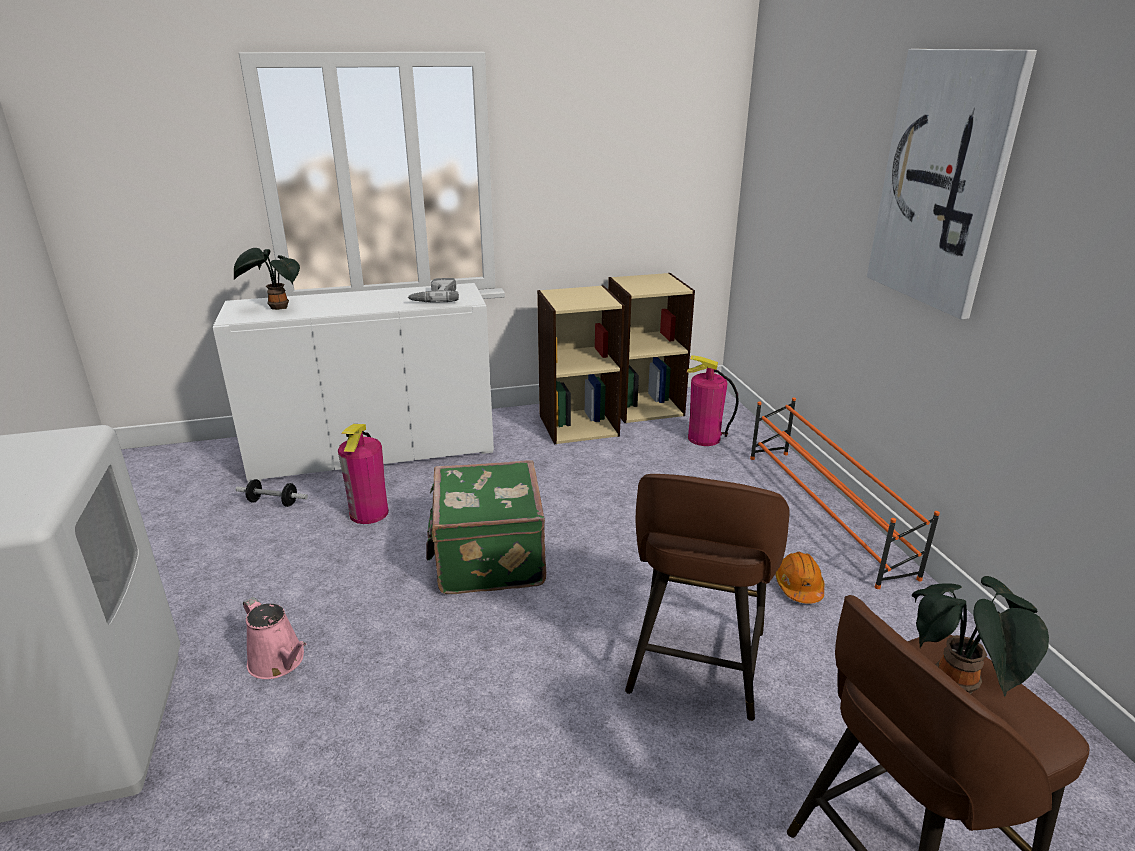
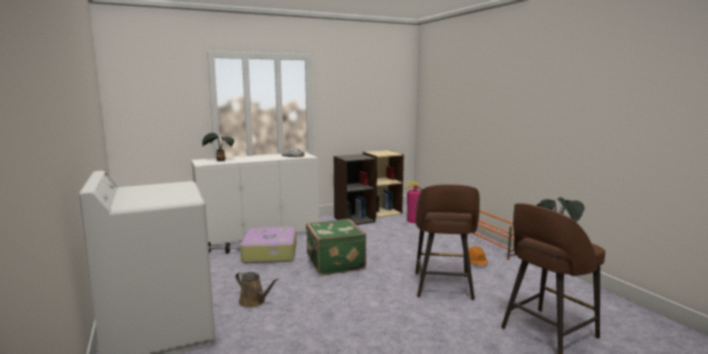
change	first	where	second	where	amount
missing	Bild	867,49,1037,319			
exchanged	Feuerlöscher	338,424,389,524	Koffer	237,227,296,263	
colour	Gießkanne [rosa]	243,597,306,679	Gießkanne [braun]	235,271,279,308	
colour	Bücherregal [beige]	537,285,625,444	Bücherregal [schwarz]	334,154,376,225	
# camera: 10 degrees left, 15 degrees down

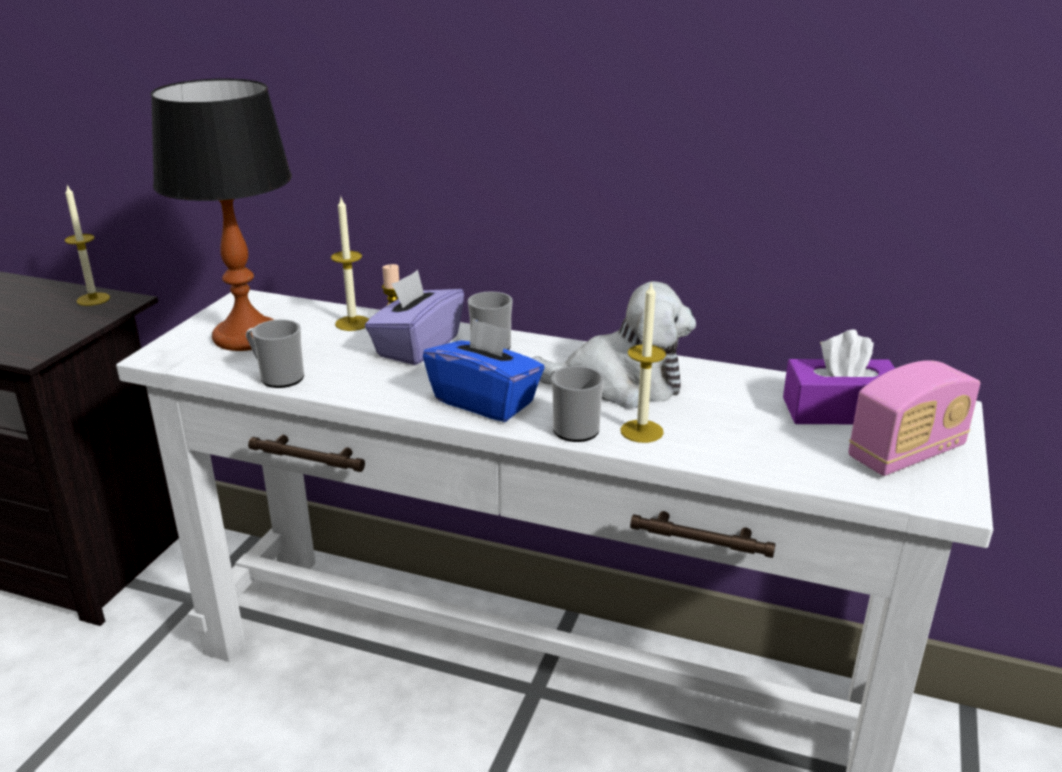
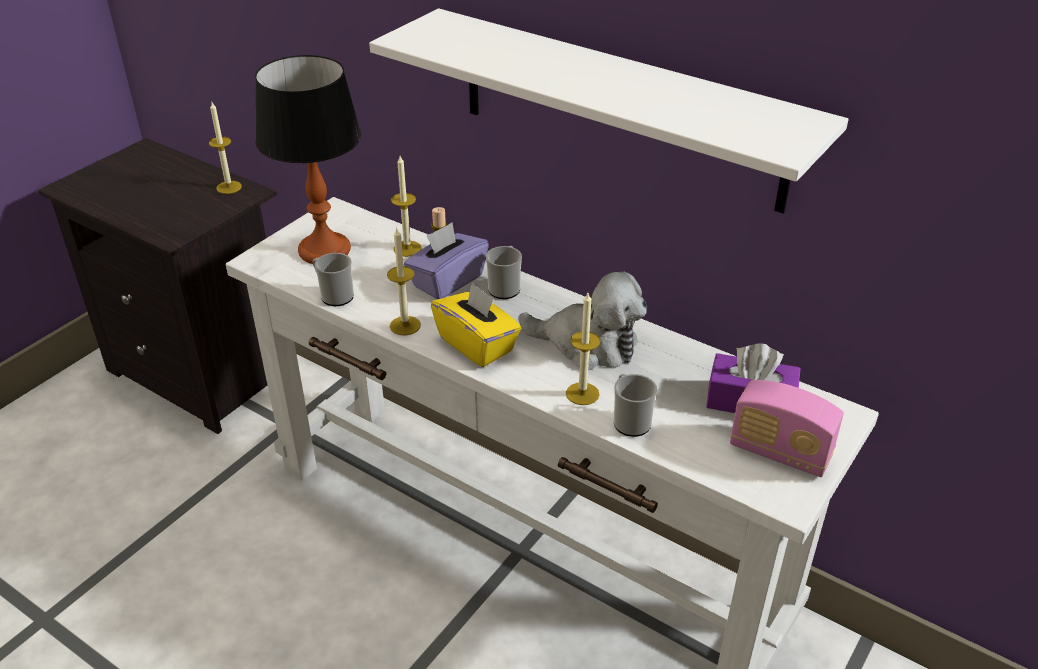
change	first	where	second	where	amount
appeared			Wandregal [weiß]	369,8,849,213	
appeared			Kerze	387,228,421,335	
relocated	Henkelbecher	551,366,604,442		614,374,657,437	
colour	Taschentuchbox [blau]	423,318,545,422	Taschentuchbox [gelb]	431,282,521,367	
spun	Radio	848,360,980,476		730,380,844,477	45 degrees clockwise
# camera: 15 degrees right, 10 degrees up

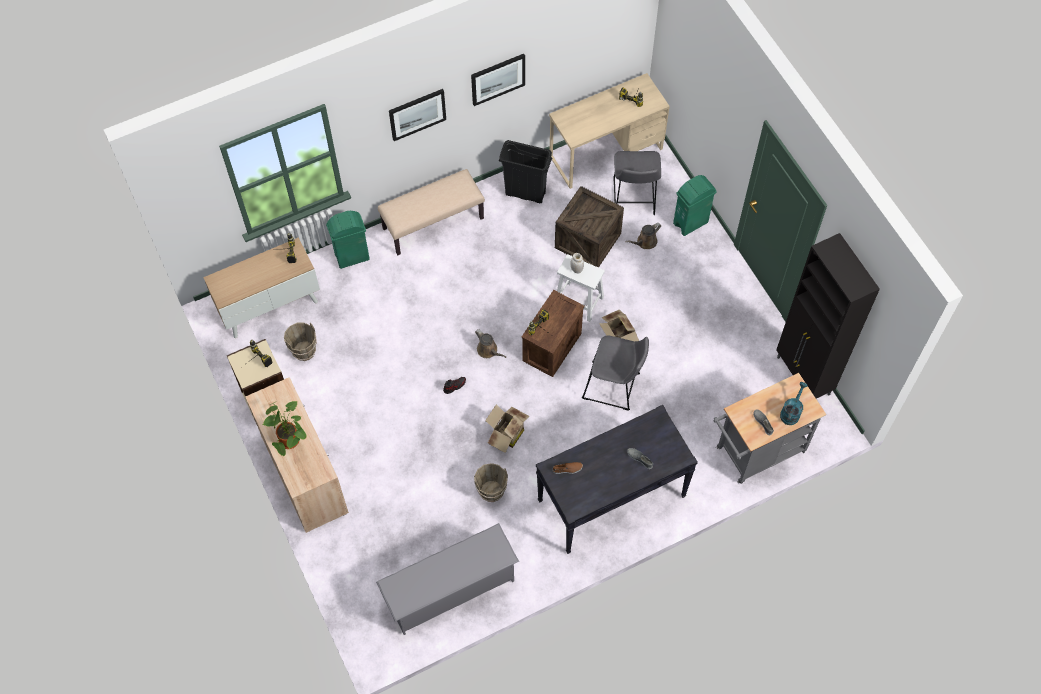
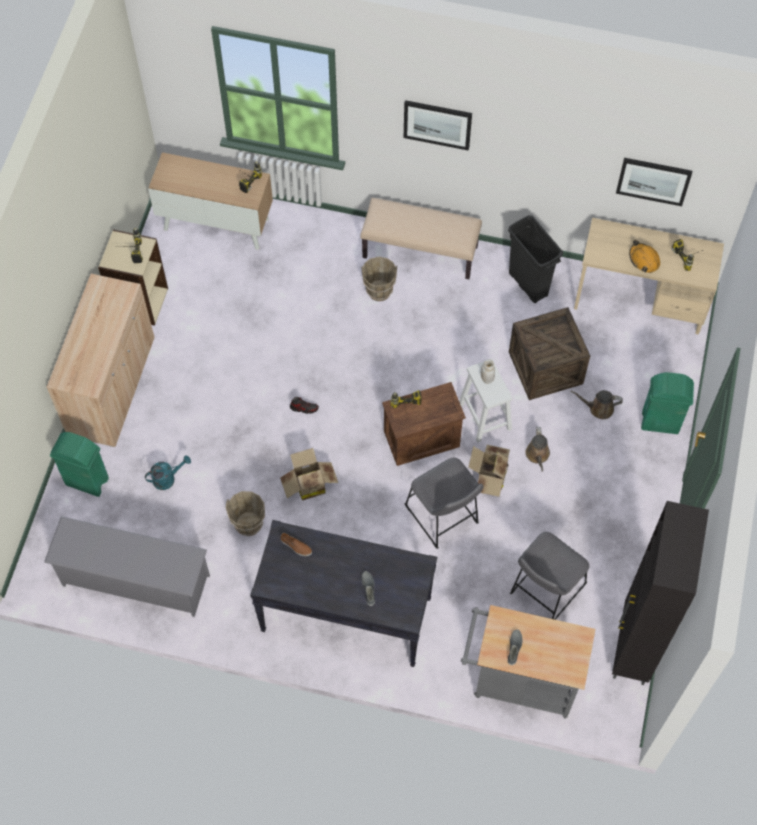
change	first	where	second	where	amount
missing	Topfpflanze	262,401,307,456			
appeared			Schutzhelm [orange]	629,240,660,273	
relocated	Eimer [braun]	284,323,317,361		362,257,397,301	
relocated	Mülleimer [grün]	326,211,370,269		50,432,109,497	
relocated	Bild	471,54,525,106		616,158,692,206	
relocated	Gießkanne [braun]	475,329,506,358		525,427,550,472	
relocated	Hocker [grau]	614,151,661,215		510,532,589,620	
relocated	Gießkanne [türkis]	780,382,808,425		145,455,191,490	
# camera: 40 degrees right, 0 degrees up

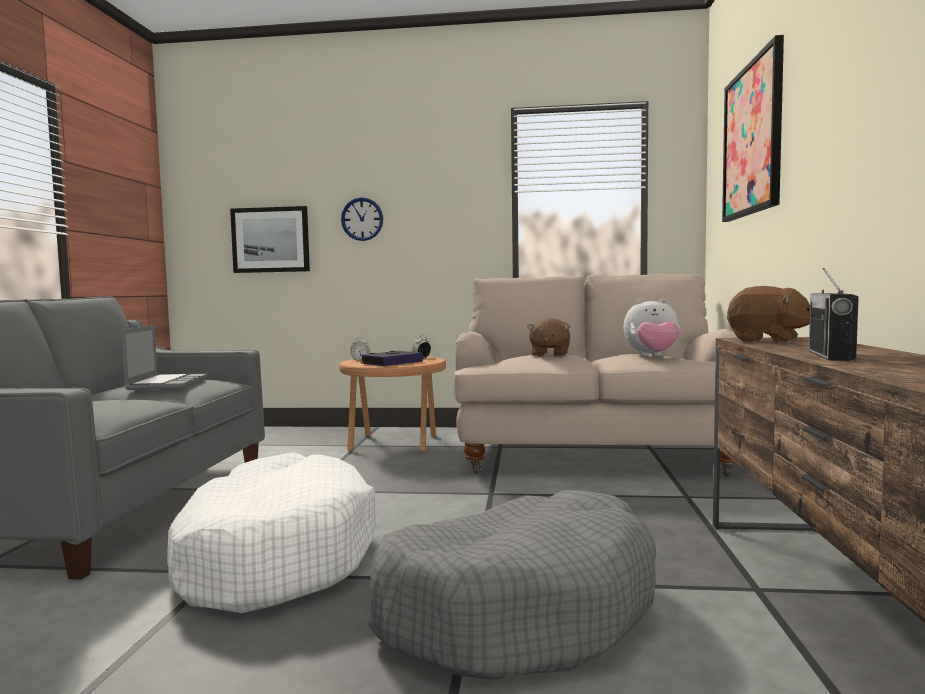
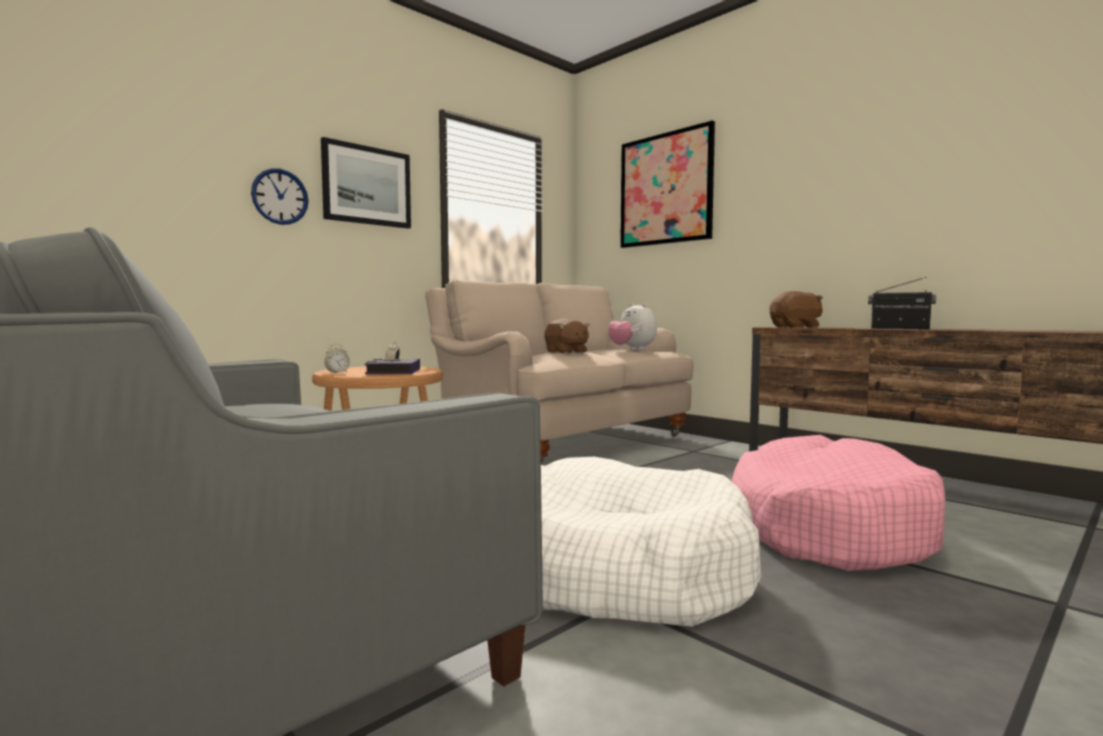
change	first	where	second	where	amount
missing	Laptop	121,325,208,390			
relocated	Bild	230,206,310,273		321,137,411,229	
colour	Hundebett [grau]	368,490,656,680	Hundebett [rosa]	732,435,946,571	
spun	Plüschtier	623,299,680,356		608,303,657,350	105 degrees clockwise
spun	Radio	809,268,859,361		868,277,936,329	150 degrees clockwise
# camera: 50 degrees left, 0 degrees up

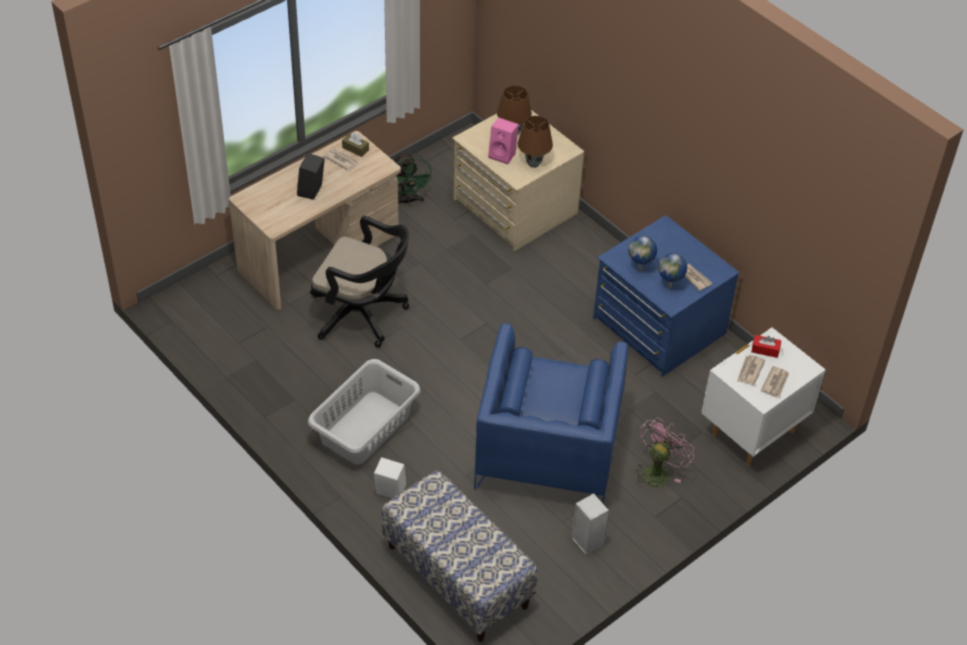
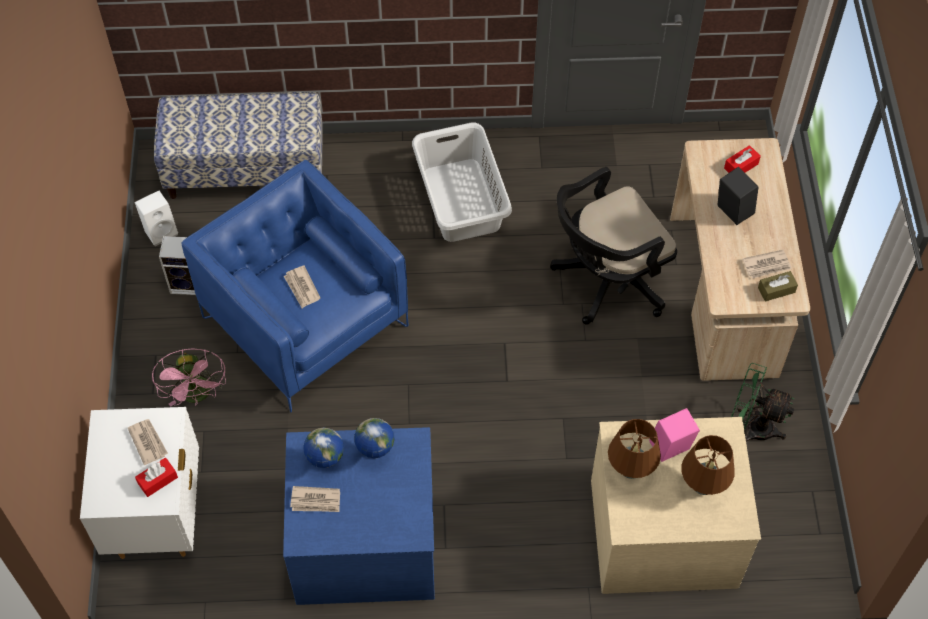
change	first	where	second	where	amount
appeared			Taschentuchbox [rot]	724,145,761,173	
relocated	Lautsprecher [weiß]	374,457,406,498		134,191,178,246	
relocated	Zeitung	760,366,789,397		284,266,320,308	
# camera: 130 degrees right, 10 degrees up

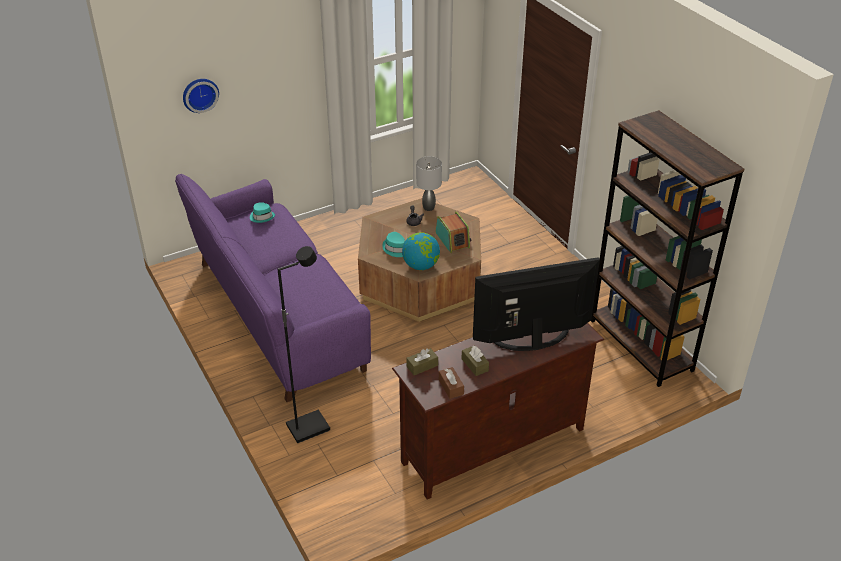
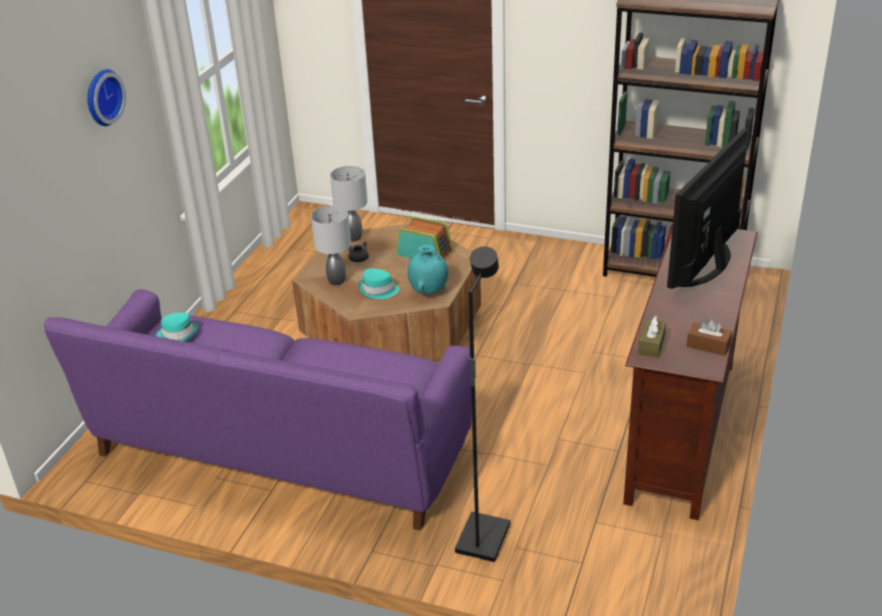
change	first	where	second	where	amount
missing	Taschentuchbox [braun]	462,345,489,376			
appeared			Tischlampe [grau]	311,205,351,285	
relocated	Wanduhr	183,79,219,113		87,69,126,126	
exchanged	Globus	402,232,440,270	Vase [türkis]	408,245,448,294	
# camera: 40 degrees left, 5 degrees down

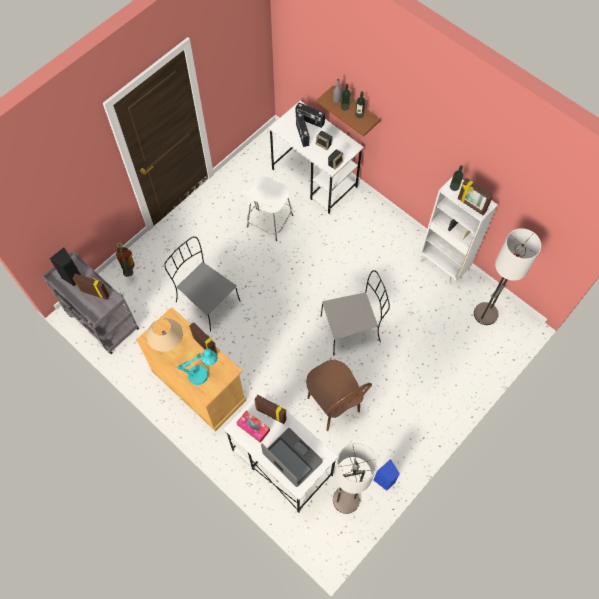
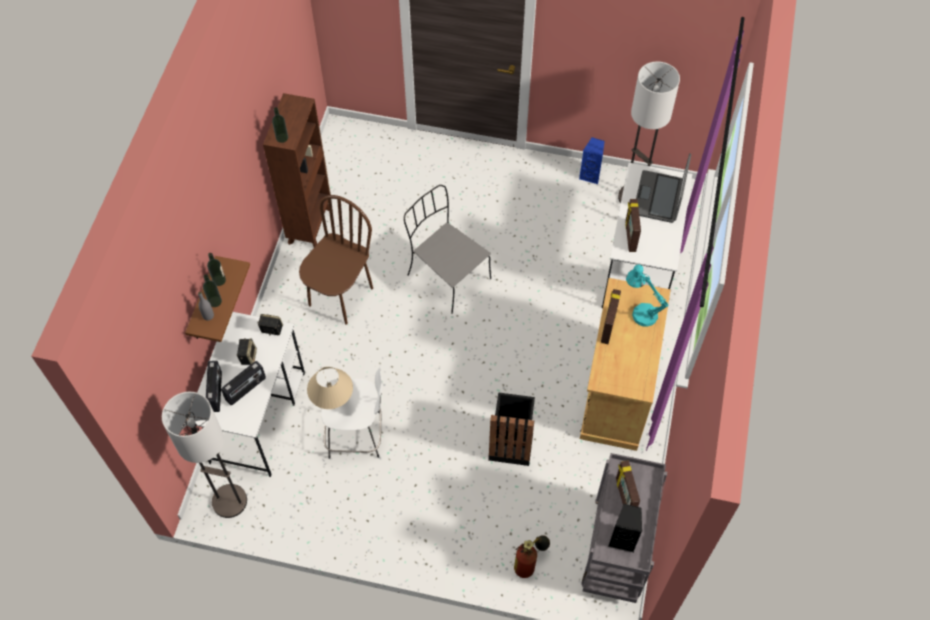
change	first	where	second	where	amount
missing	Taschentuchbox	236,410,270,443			
missing	Bilderrahmen	458,178,493,215			
relocated	Tischlampe [beige]	147,318,183,352		307,367,353,409	
relocated	Stuhl [braun]	306,360,372,431		299,195,373,325	
relocated	Stehlampe	474,228,541,325		162,392,247,518	
exchanged	Stuhl [grau]	164,237,241,332	Mülleimer [schwarz]	488,392,535,466	
colour	Bücherregal [weiß]	420,178,498,285	Bücherregal [braun]	263,93,331,247	
# camera: 120 degrees left, 5 degrees down

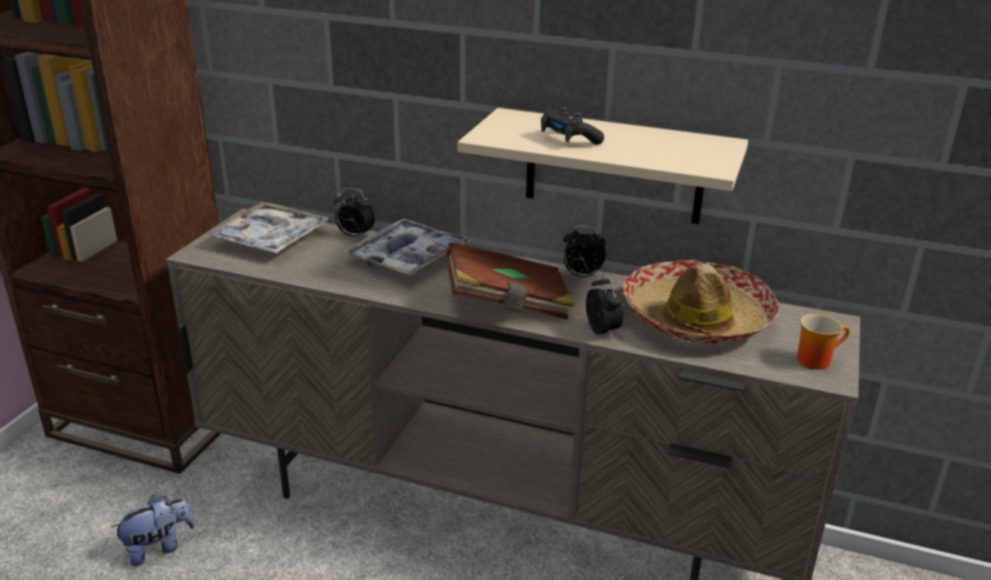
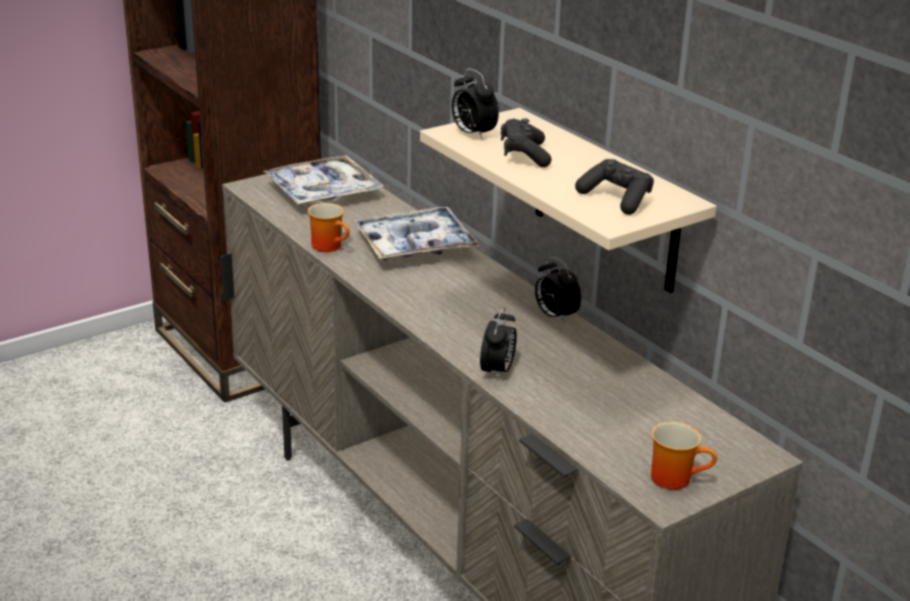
change	first	where	second	where	amount
missing	Plüschtier	111,495,195,566			
missing	Buch [braun]	446,242,575,319			
missing	Hut	622,260,779,343			
appeared			Henkelbecher	307,203,350,252	
appeared			Gamepad [schwarz]	575,159,654,215	
relocated	Wecker	334,188,376,238		451,69,499,140	
# camera: 35 degrees right, 0 degrees up

